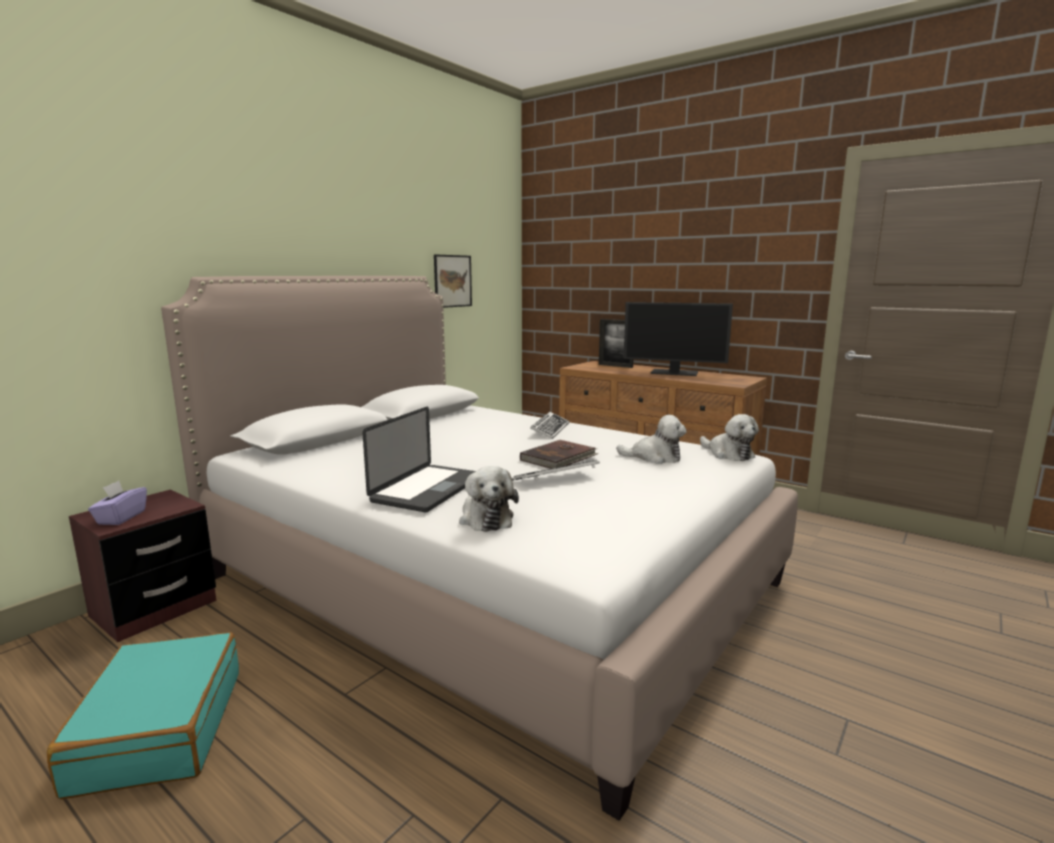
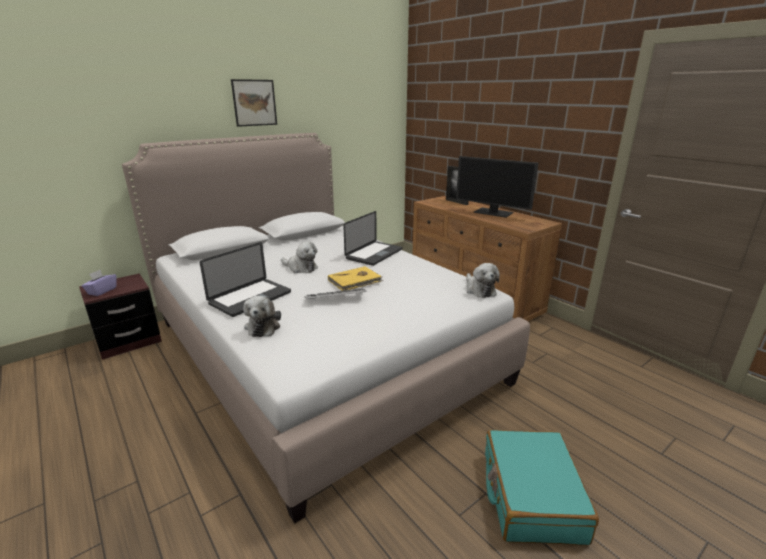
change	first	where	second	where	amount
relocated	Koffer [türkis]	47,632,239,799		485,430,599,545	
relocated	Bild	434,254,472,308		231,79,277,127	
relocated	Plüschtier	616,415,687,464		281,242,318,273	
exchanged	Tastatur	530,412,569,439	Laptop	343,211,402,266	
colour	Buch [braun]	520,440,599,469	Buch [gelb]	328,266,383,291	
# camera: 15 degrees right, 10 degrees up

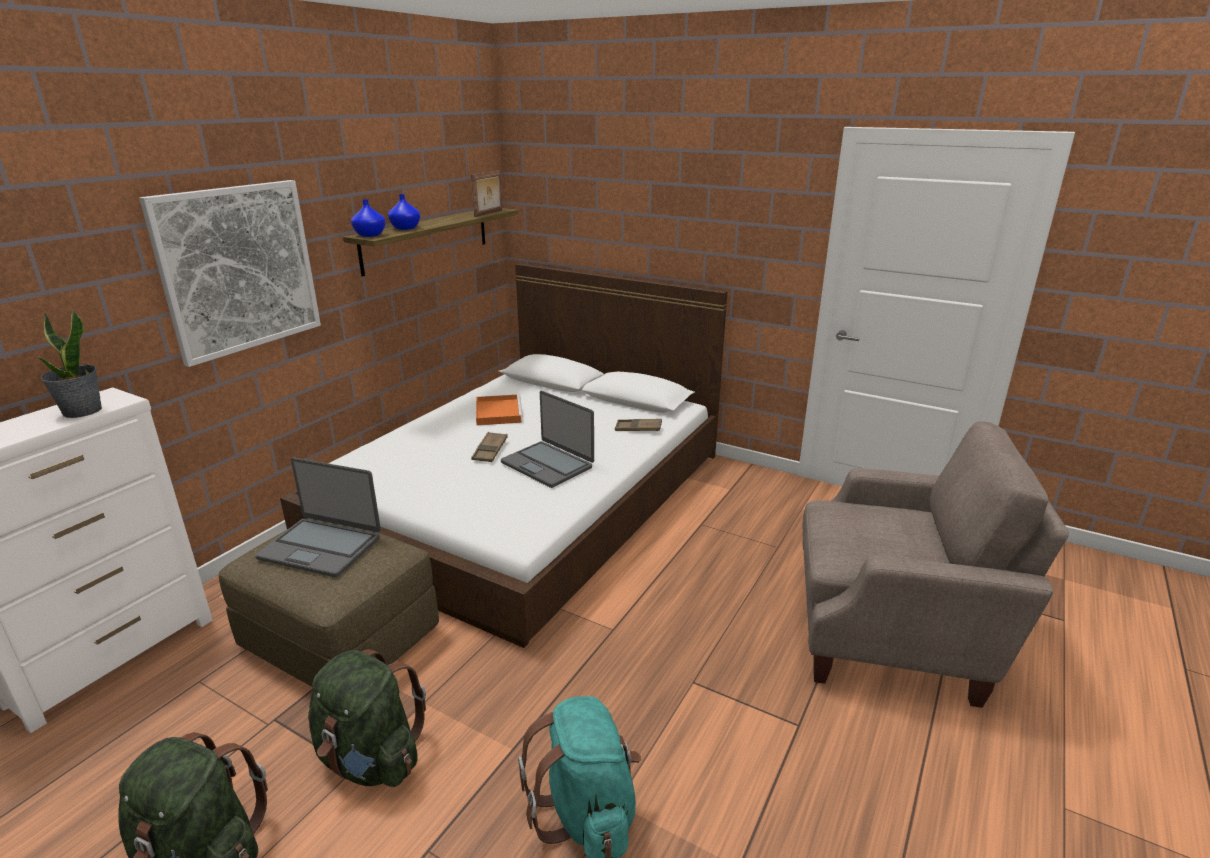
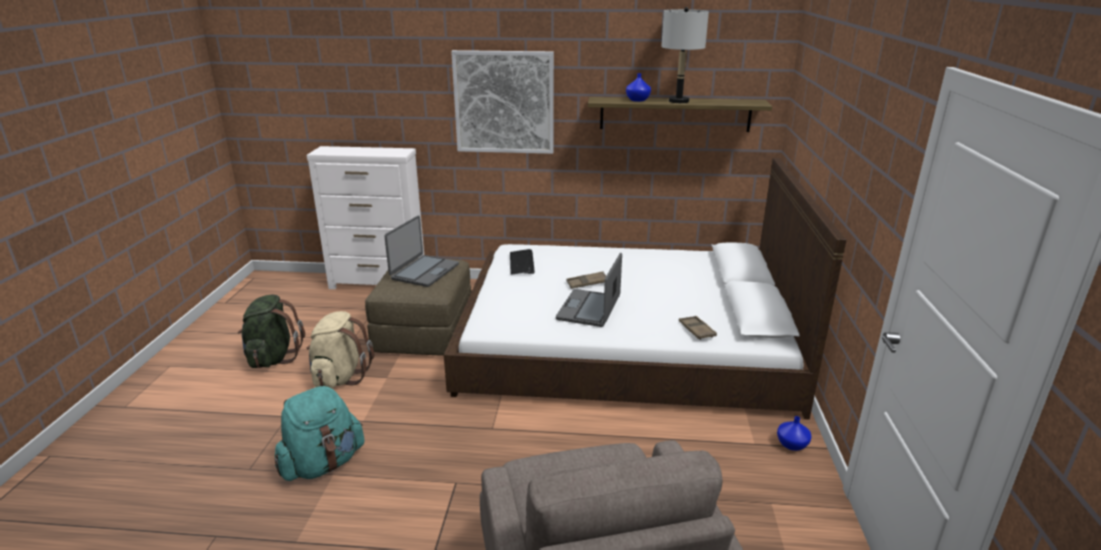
change	first	where	second	where	amount
missing	Topfpflanze	38,310,102,418			
missing	Bilderrahmen	471,170,502,217			
missing	Tablett [orange]	476,394,523,425			
appeared			Tastatur	510,249,535,275	
appeared			Tischlampe [grau]	661,7,709,103	
relocated	Vase [blau]	351,199,386,237		777,416,811,451	
colour	Rucksack [grün]	308,649,426,787	Rucksack [beige]	307,311,374,388	
spun	Laptop	255,458,381,577		384,215,459,287	150 degrees counterclockwise
# camera: 65 degrees right, 0 degrees up

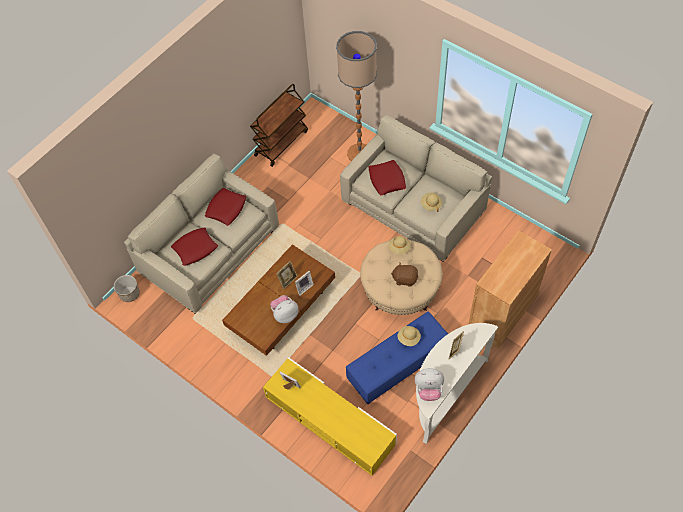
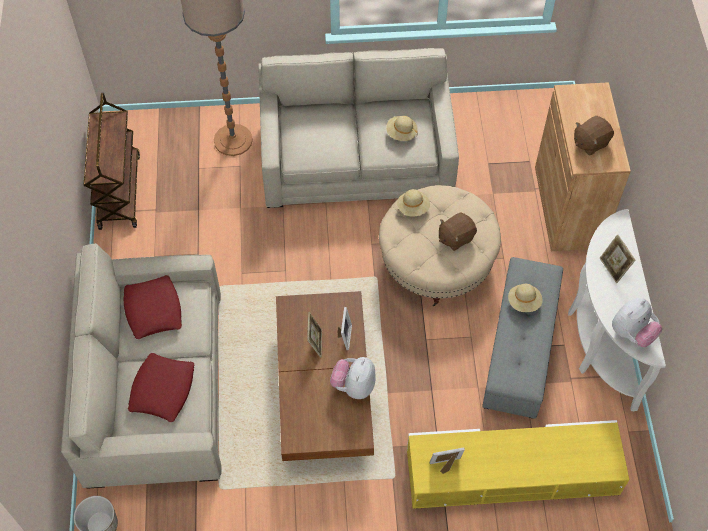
change	first	where	second	where	amount
missing	Kissen [rot]	368,160,406,196			
appeared			Plüschtier [braun]	574,116,614,156	
colour	Polsterhocker [blau]	346,312,448,404	Polsterhocker [grau]	482,257,563,419	
# camera: 45 degrees left, 0 degrees up

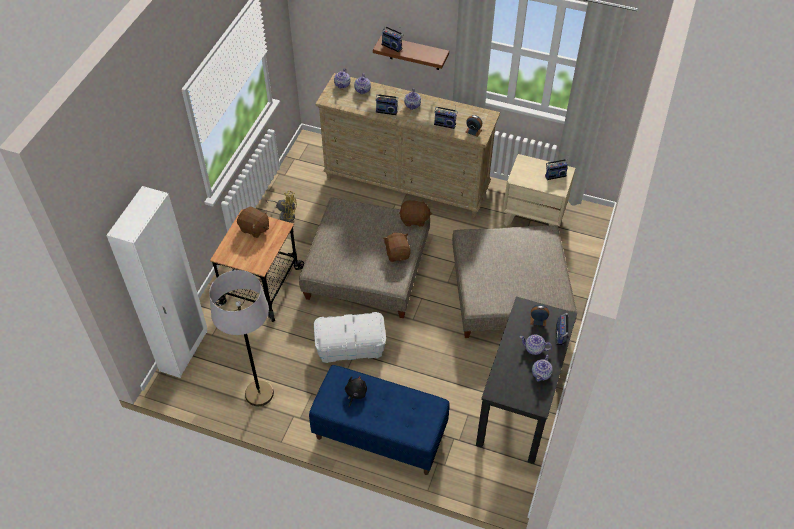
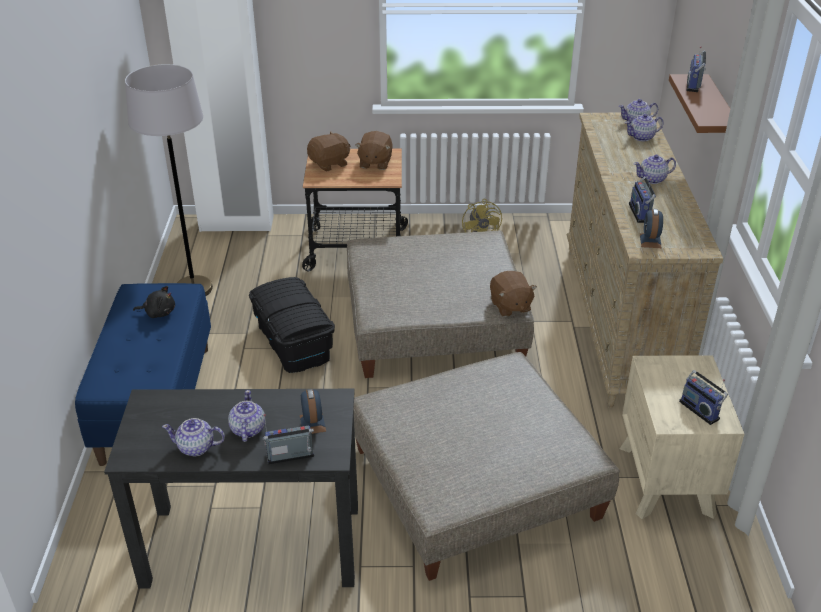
change	first	where	second	where	amount
missing	Radio	375,92,398,115			
relocated	Plüschtier [braun]	383,233,411,262		307,131,350,171	
colour	Aufbewahrungsbox [weiß]	314,312,386,363	Aufbewahrungsbox [schwarz]	249,277,335,373	
# camera: 70 degrees right, 15 degrees down

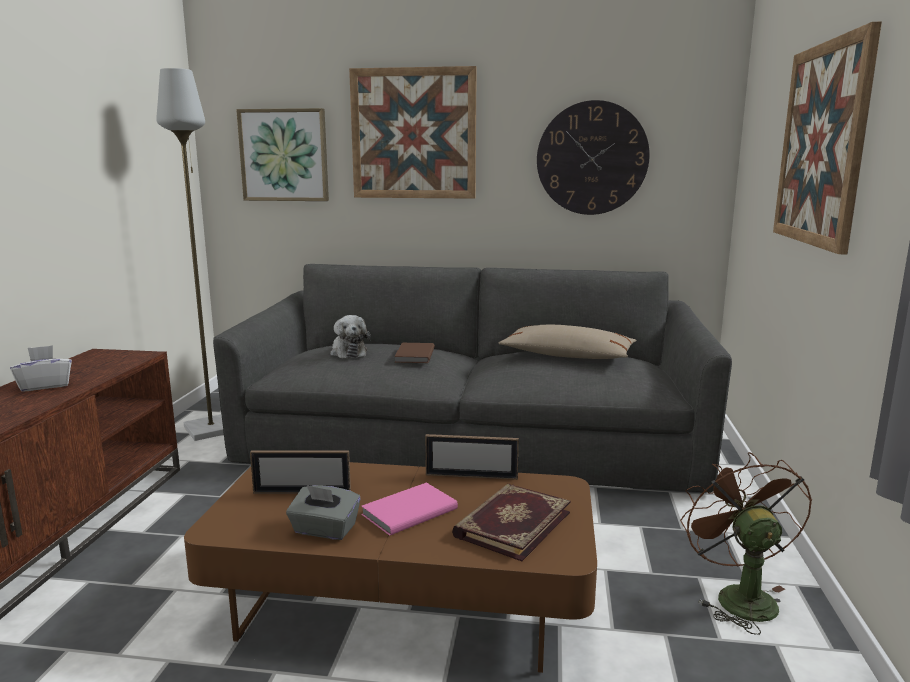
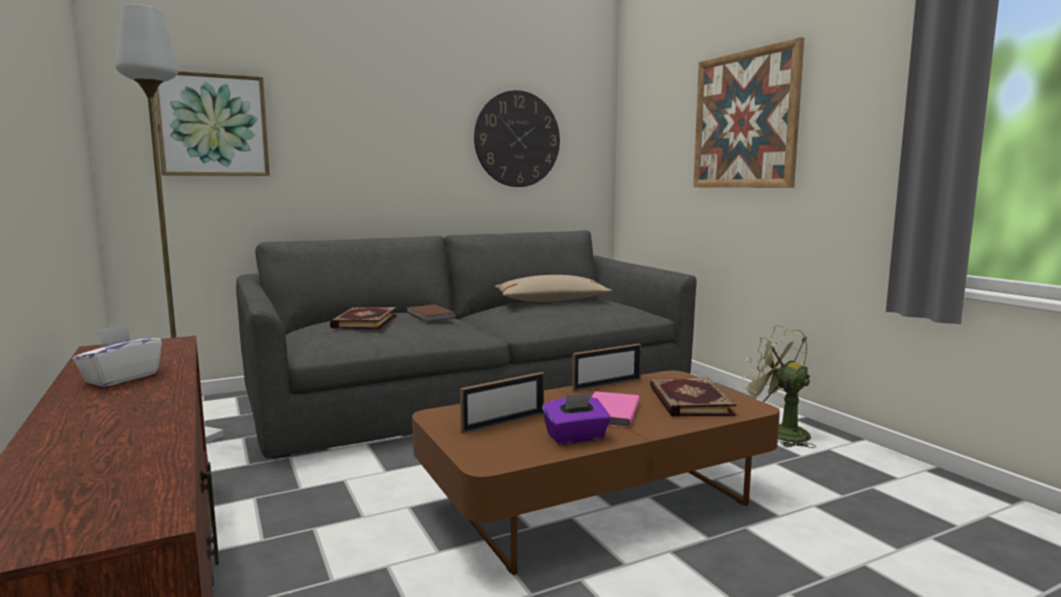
change	first	where	second	where	amount
missing	Bild	349,66,477,199			
exchanged	Plüschtier	330,315,371,359	Buch	330,307,397,329	
colour	Taschentuchbox [grau]	286,485,361,540	Taschentuchbox [lila]	542,393,611,445	
colour	Ventilator [braun]	680,452,812,635	Ventilator [grün]	741,325,816,448	
# camera: 35 degrees left, 5 degrees down

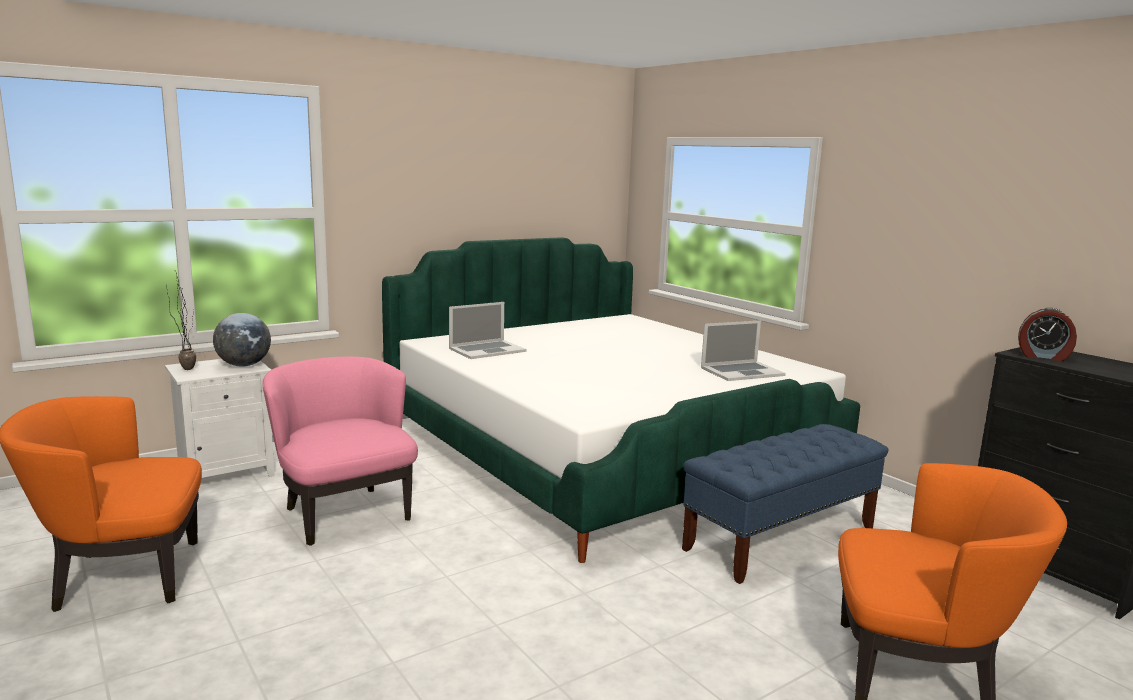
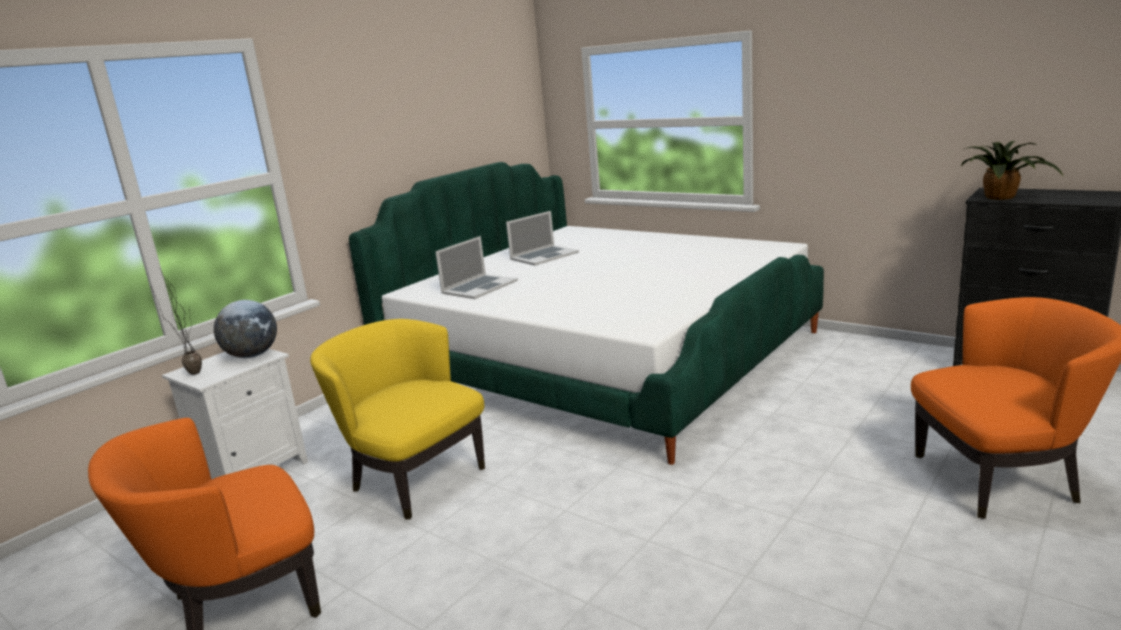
change	first	where	second	where	amount
missing	Bank [blau]	682,424,888,584			
relocated	Laptop	701,320,786,381		506,211,579,266	
exchanged	Wecker	1018,308,1077,361	Topfpflanze	961,141,1064,200	
colour	Sessel [rosa]	262,357,418,546	Sessel [gelb]	310,319,485,519	
# camera: 15 degrees left, 5 degrees up

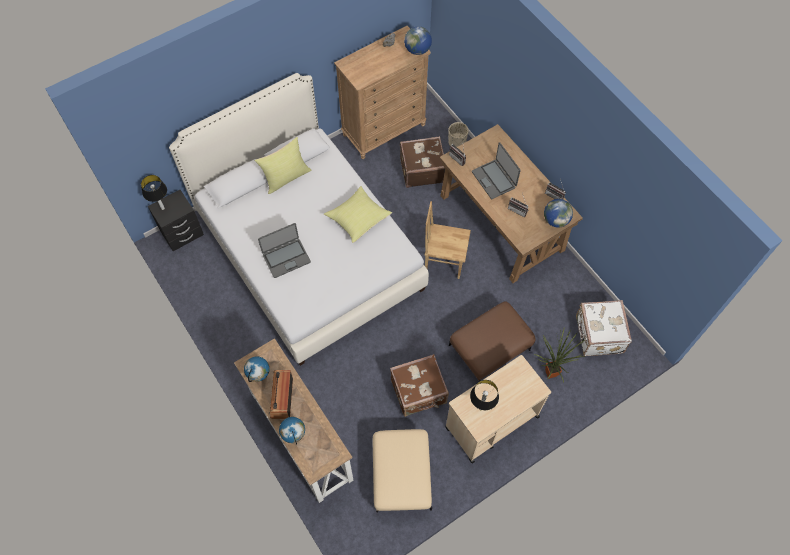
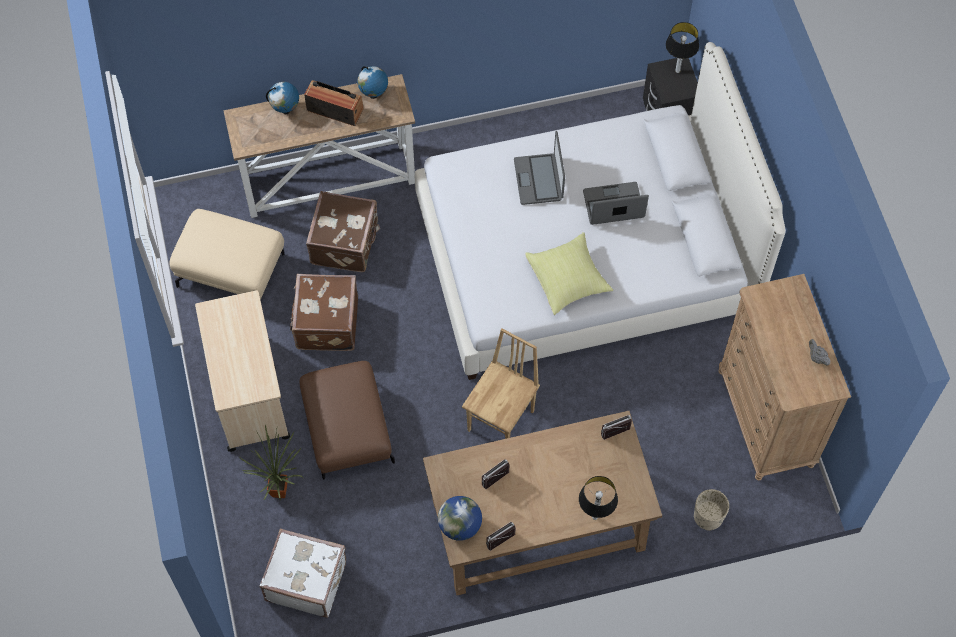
change	first	where	second	where	amount
missing	Kissen [gelb]	255,137,311,194			
missing	Globus	404,26,432,55			
relocated	Koffer [braun]	400,136,445,188		306,191,380,272	
relocated	Tischlampe	470,380,499,410		579,476,618,520	
relocated	Laptop	472,142,521,199		583,182,649,225	
# camera: 110 degrees right, 0 degrees up

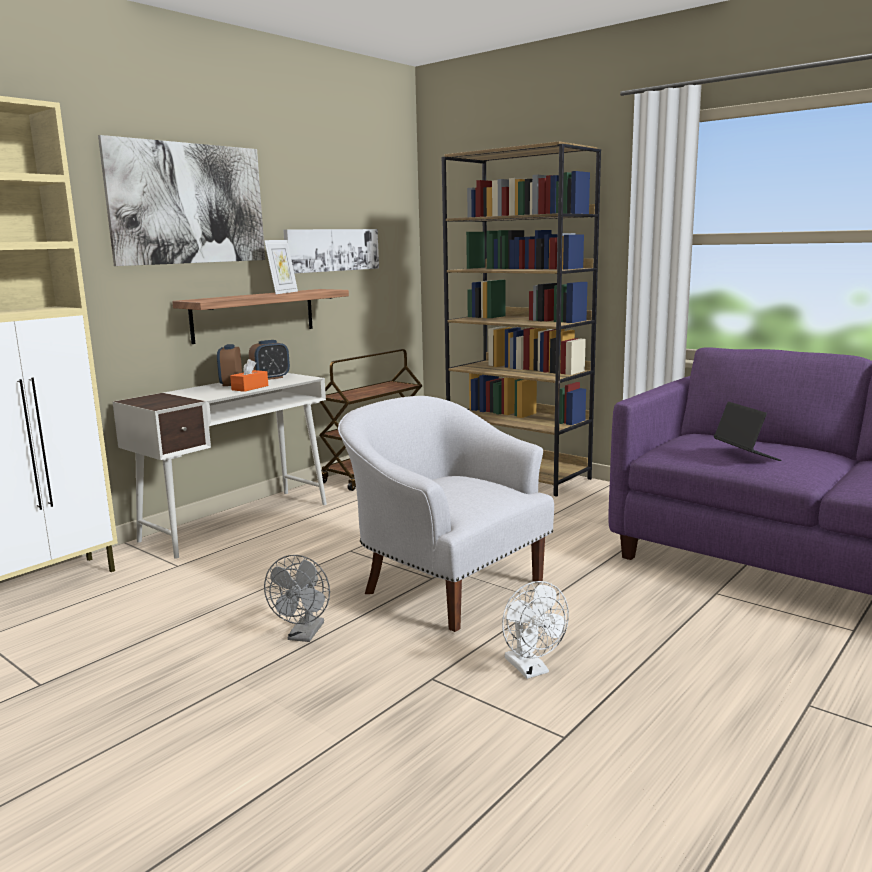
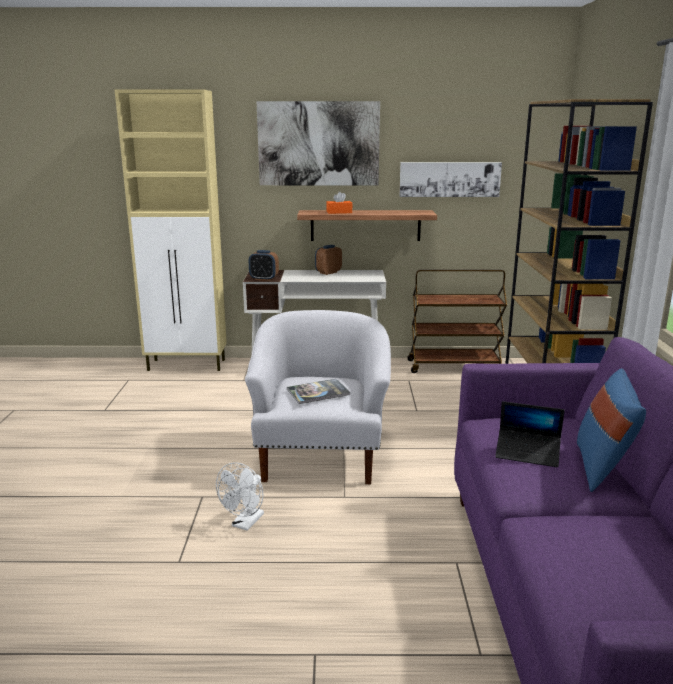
change	first	where	second	where	amount
missing	Bilderrahmen	264,240,298,294			
missing	Ventilator [grau]	264,555,330,642			
appeared			Buch	287,379,351,404	
appeared			Kissen [blau]	577,368,646,492	
relocated	Taschentuchbox [orange]	230,359,268,392		326,192,352,214	
relocated	Wecker	249,340,290,380		249,250,279,281	
spun	Laptop	714,401,781,461		495,401,565,467	75 degrees clockwise
# camera: 50 degrees right, 5 degrees up

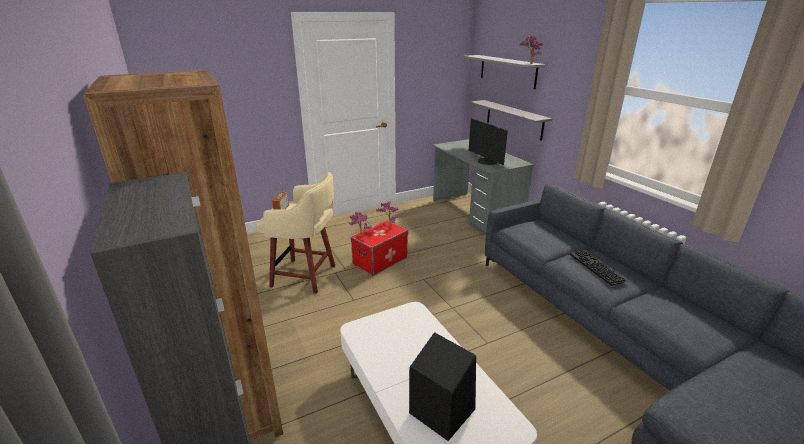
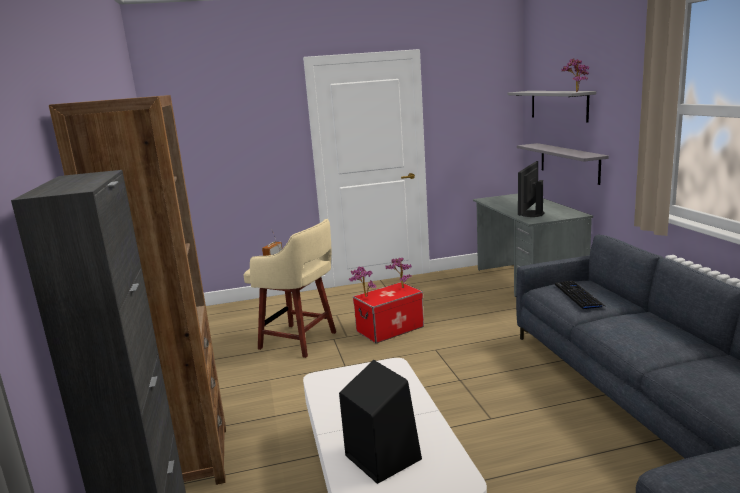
change	first	where	second	where	amount
relocated	Tastatur	570,250,628,286		555,281,605,310	
spun	Monitor	469,118,508,165		518,161,545,217	45 degrees clockwise
# camera: 15 degrees right, 10 degrees down

